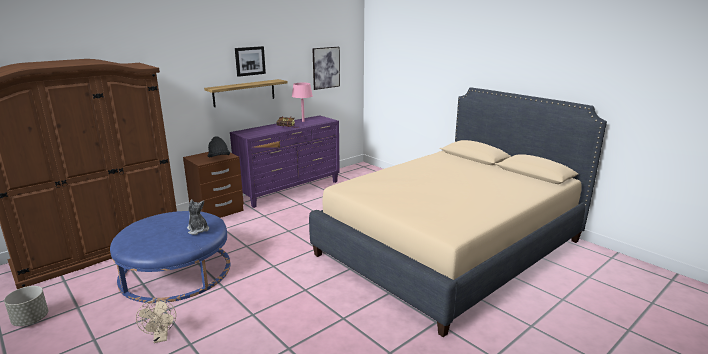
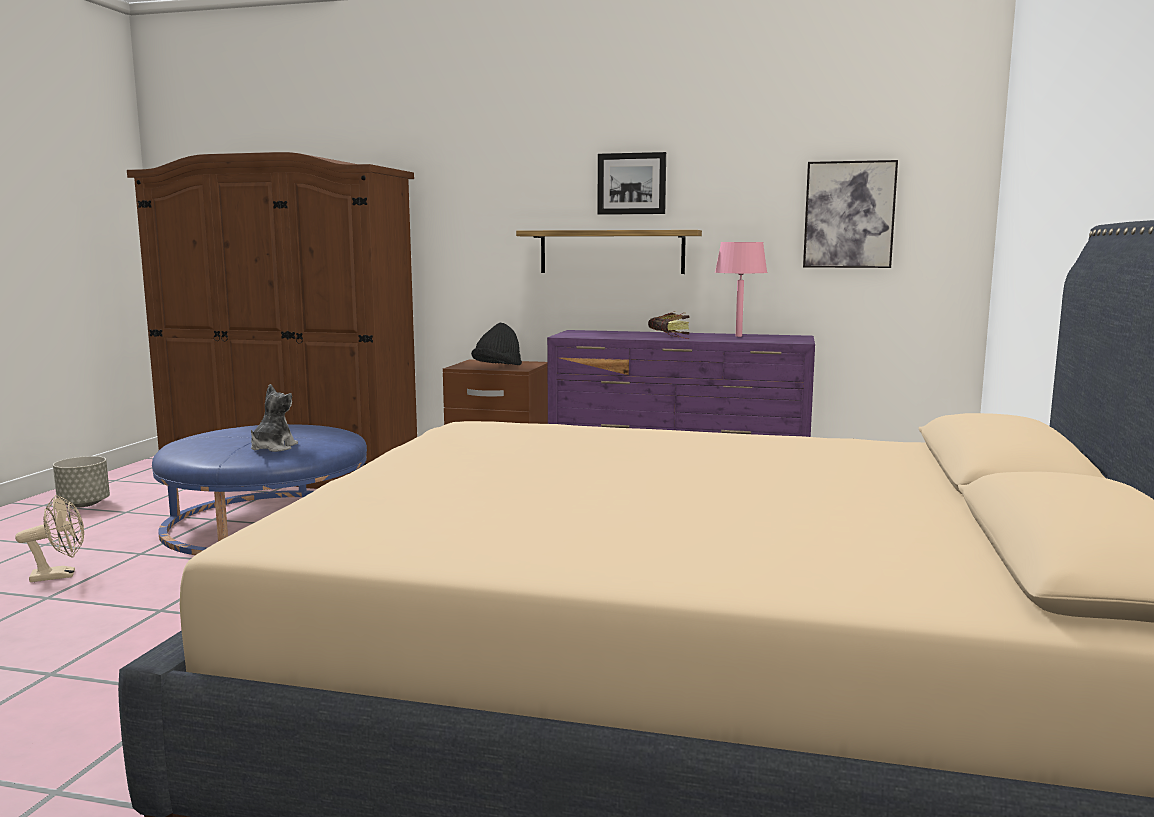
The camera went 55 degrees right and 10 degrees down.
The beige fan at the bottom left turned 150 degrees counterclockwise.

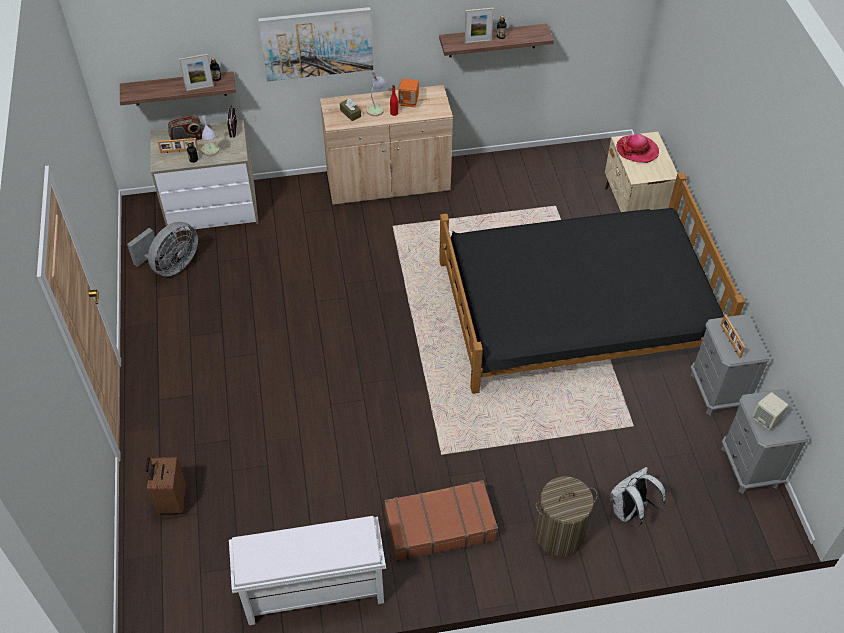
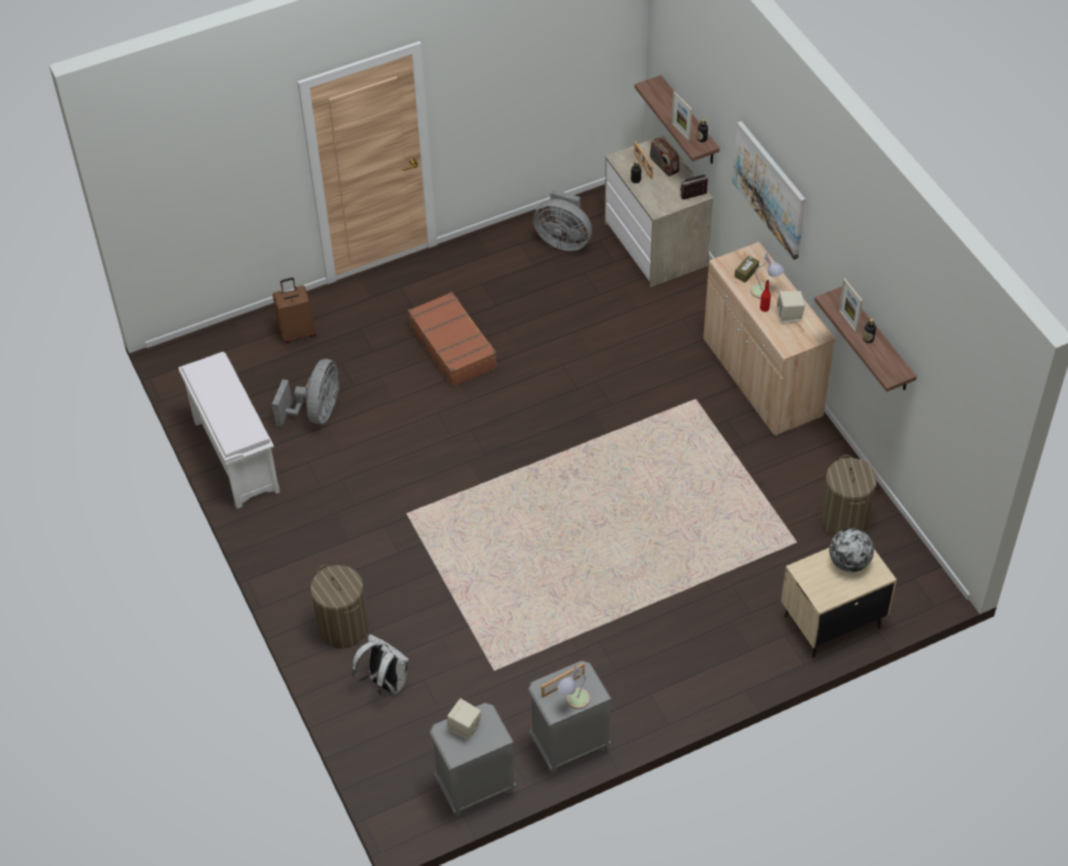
The camera went 75 degrees right and 0 degrees up.
The table lamp (no. 1 from left) moved from the top left to the bottom centre.
The brown suitcase (no. 2 from left) moved from the bottom centre to the centre.
The orange speaker at the top centre became the beige speaker (no. 2 from left) at the middle right.
The black bed at the middle right disappeared.
The hat at the top right was replaced by the globe at the middle right.
The grey fan (no. 1 from left) at the middle left appeared.
The laundry basket (no. 2 from left) at the middle right appeared.

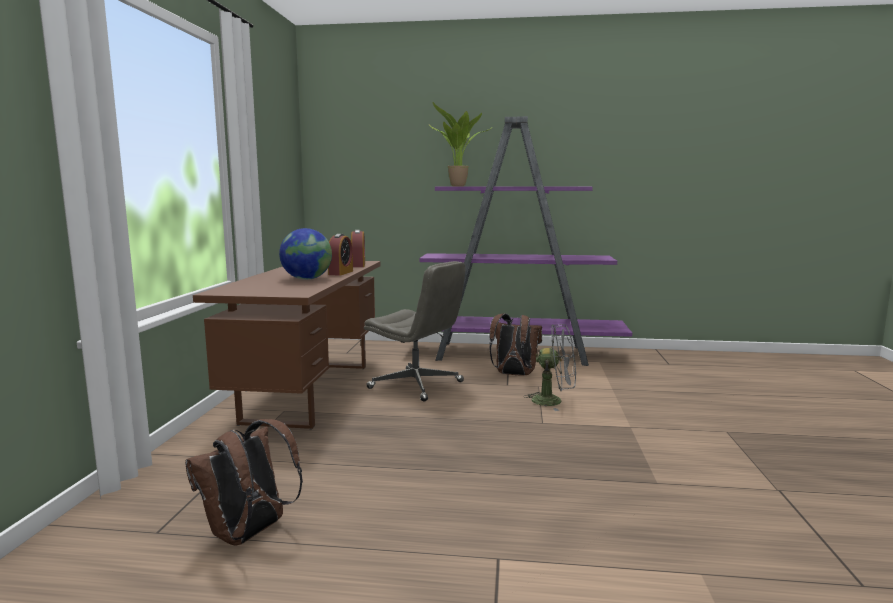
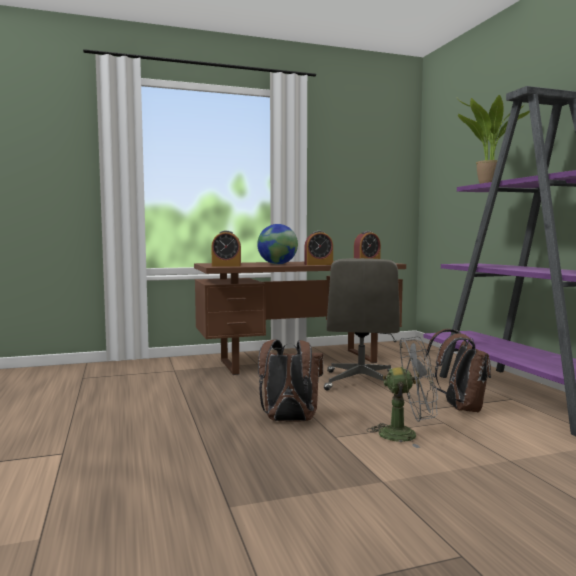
The camera went 65 degrees right and 5 degrees down.
The brown backpack (no. 1 from left) moved from the bottom left to the centre.
The grey fan at the centre turned 75 degrees counterclockwise.
The alarm clock (no. 1 from left) at the centre appeared.

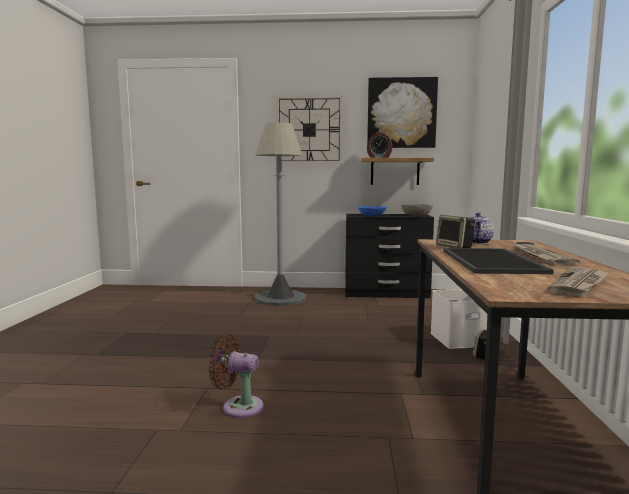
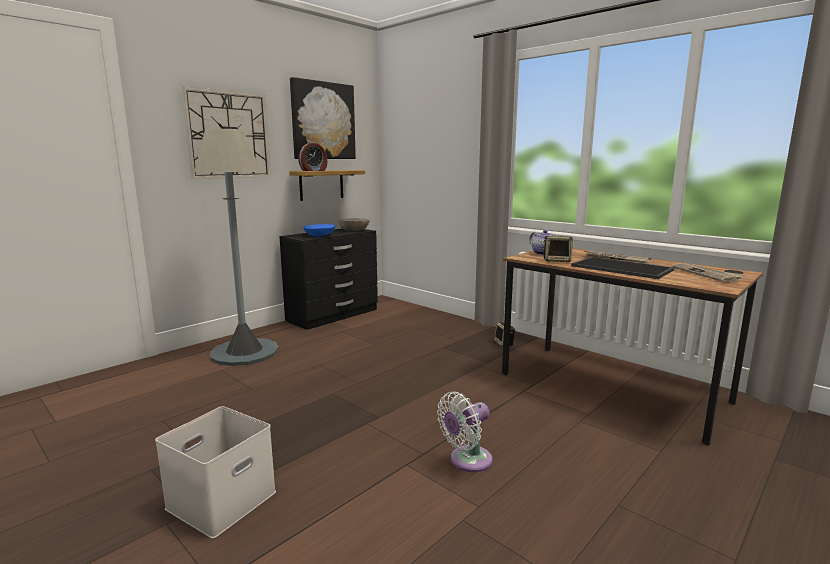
The camera went 50 degrees left and 5 degrees up.
The brown fan at the bottom centre became the white fan at the bottom centre.
The white storage box moved from the middle right to the bottom left.

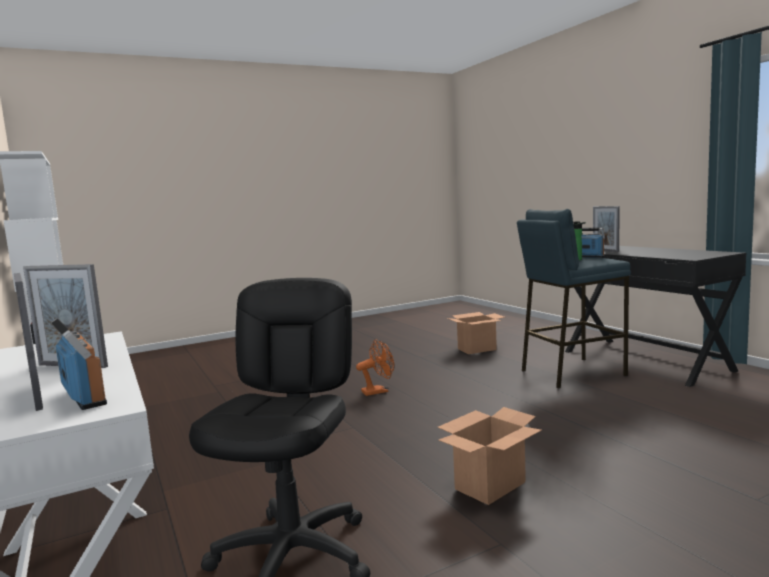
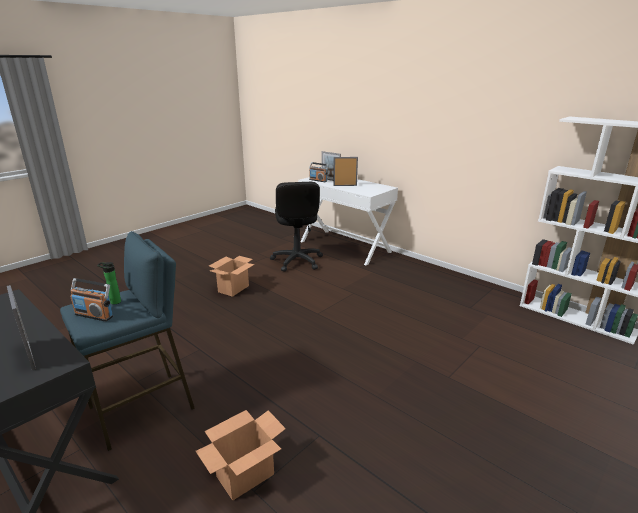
The camera went 160 degrees right and 15 degrees up.
The orange fan at the centre disappeared.

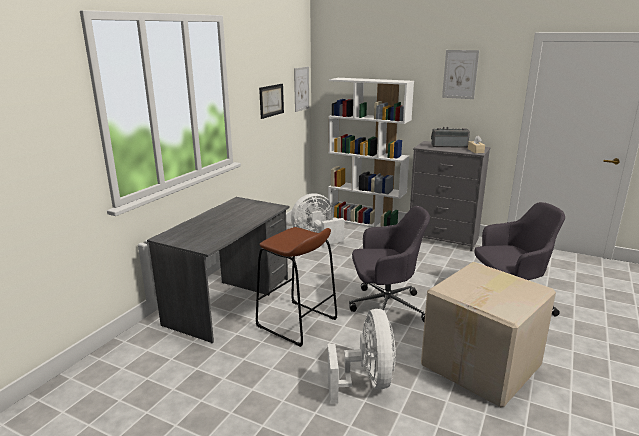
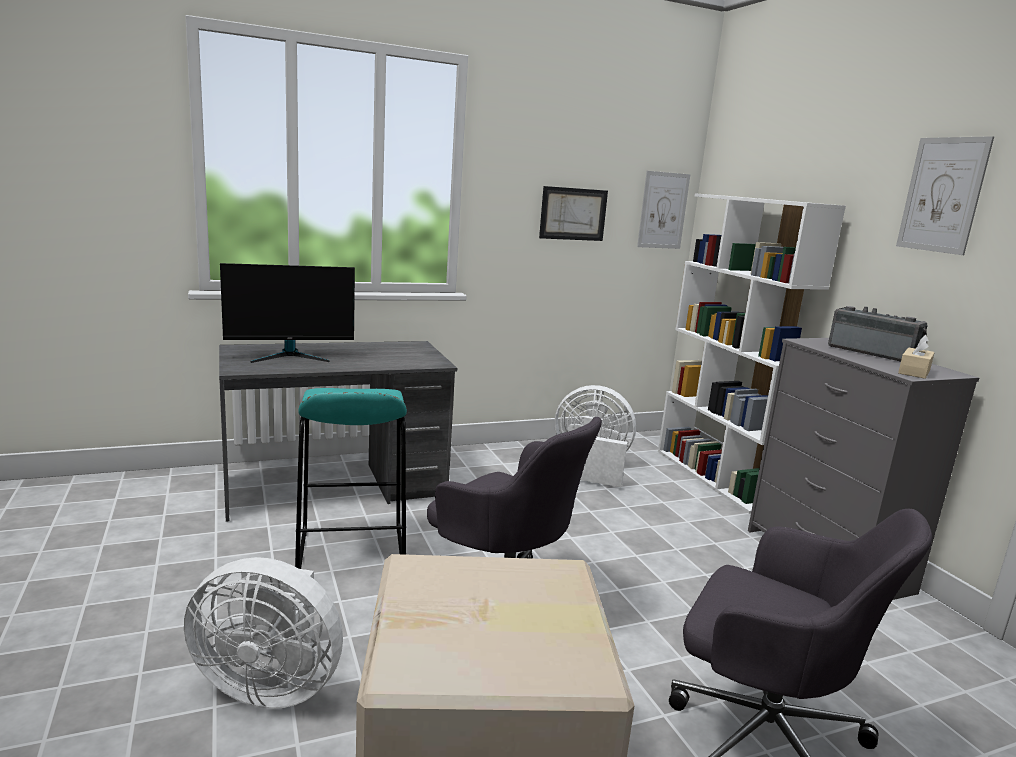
The camera went 40 degrees right and 5 degrees down.
The brown stool at the centre became the turquoise stool at the centre.
The white fan (no. 2 from left in the first image) at the bottom centre turned 60 degrees clockwise.
The monitor at the middle left appeared.

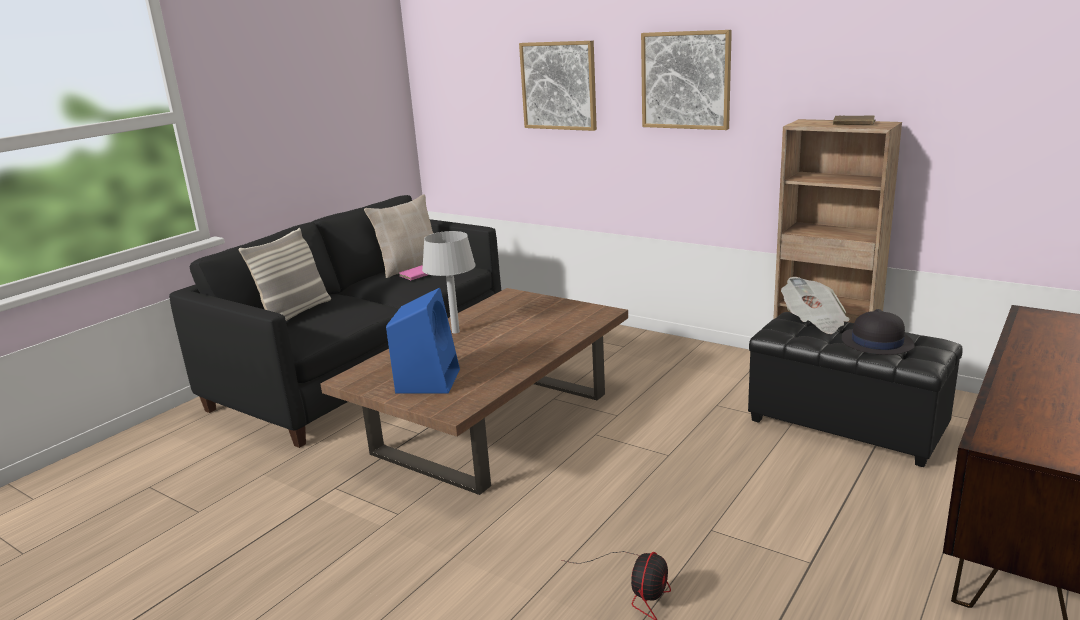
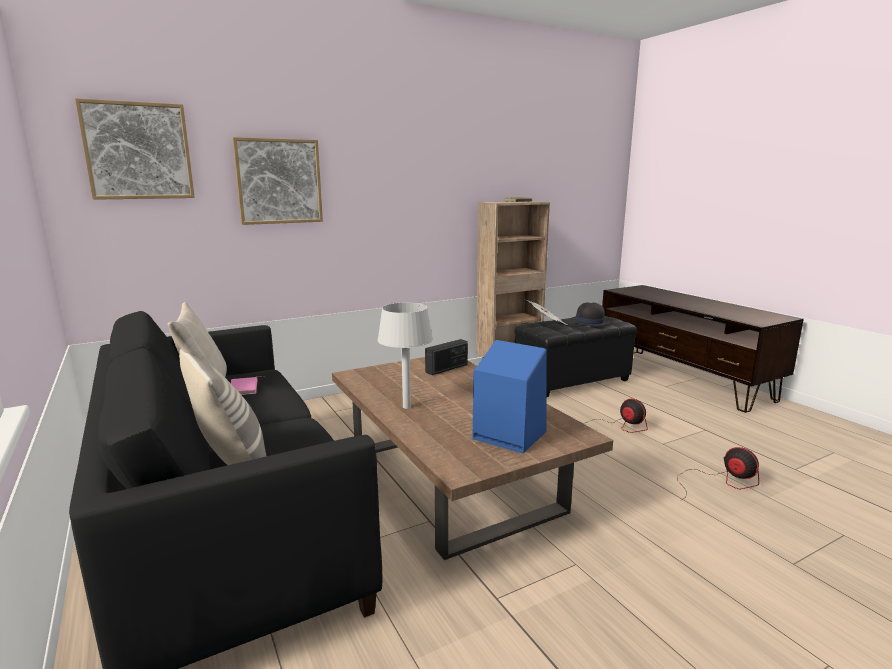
The camera went 65 degrees left and 5 degrees down.
The picture (no. 2 from left in the first image) moved from the top centre to the top left.
The radio at the centre appeared.
The fan (no. 1 from left) at the middle right appeared.

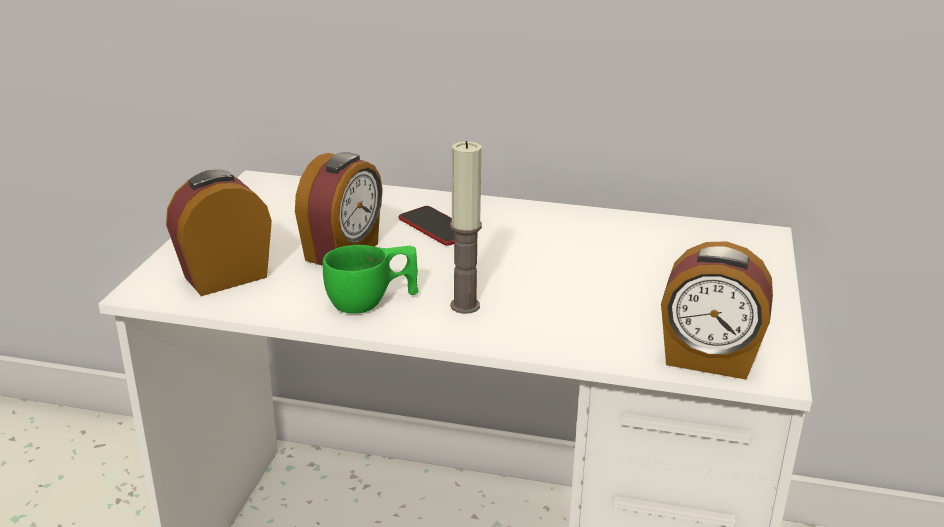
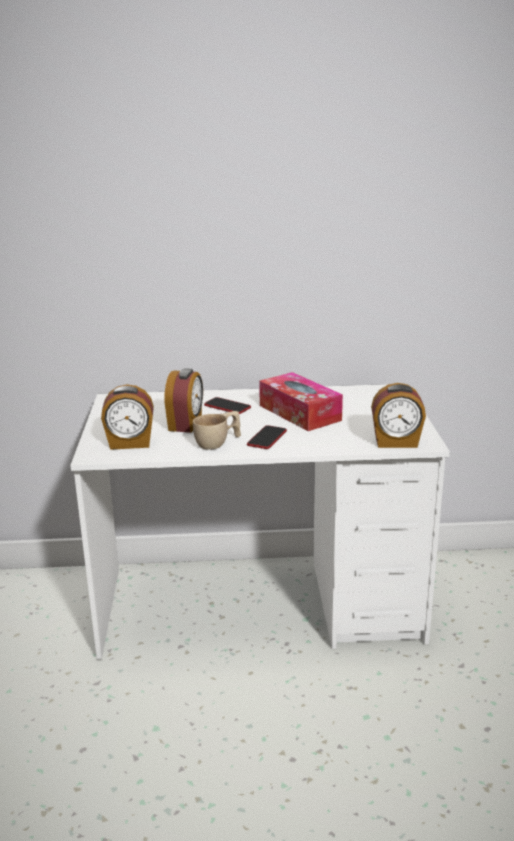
The camera went 15 degrees left and 5 degrees down.
The alarm clock (no. 1 from left) at the middle left turned 135 degrees counterclockwise.
The green cup at the centre became the beige cup at the centre.
The candle at the centre was replaced by the phone (no. 2 from left) at the centre.
The tissue box at the centre appeared.

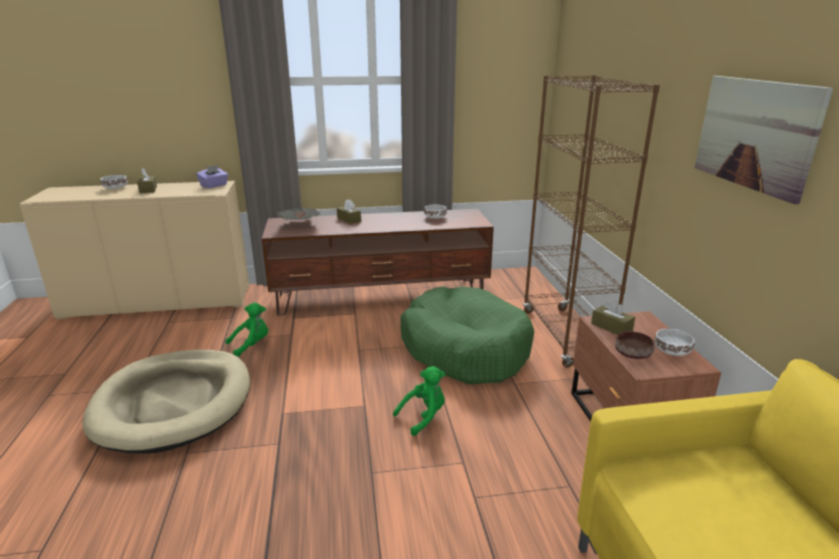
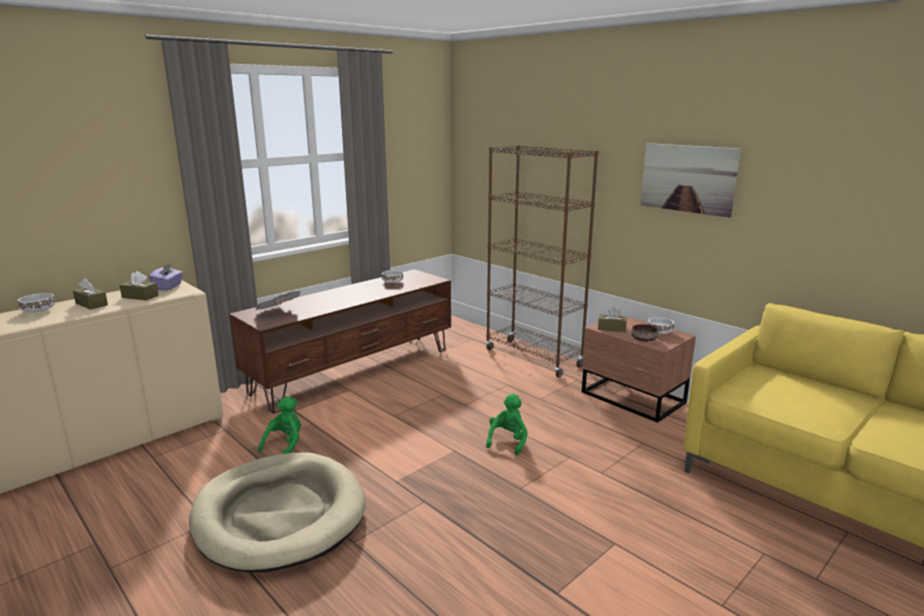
The camera went 35 degrees left and 5 degrees down.
The brown tissue box (no. 2 from left) moved from the centre to the middle left.
The green dog bed at the centre disappeared.

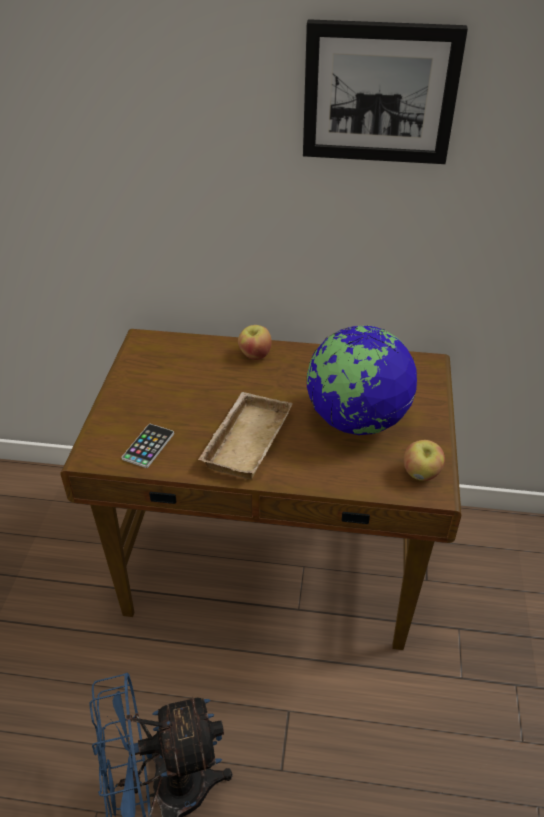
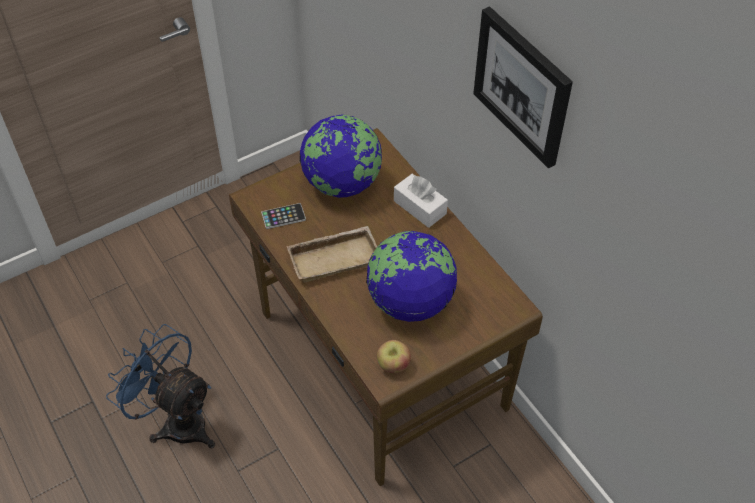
The camera went 50 degrees right and 10 degrees up.
The apple (no. 1 from left) at the centre was replaced by the white tissue box at the centre.
The globe (no. 1 from left) at the top centre appeared.

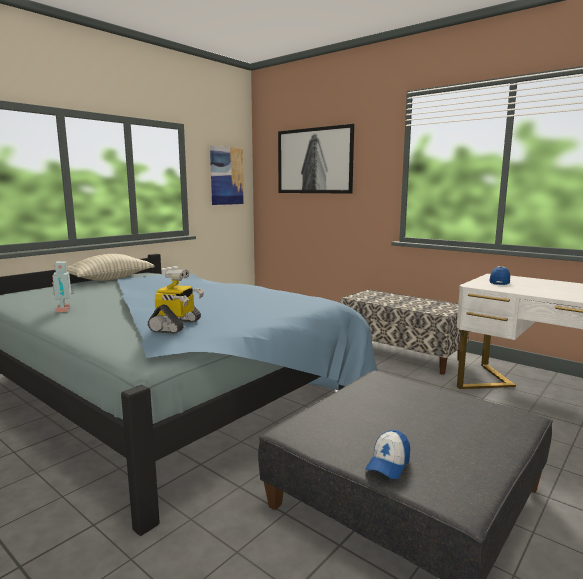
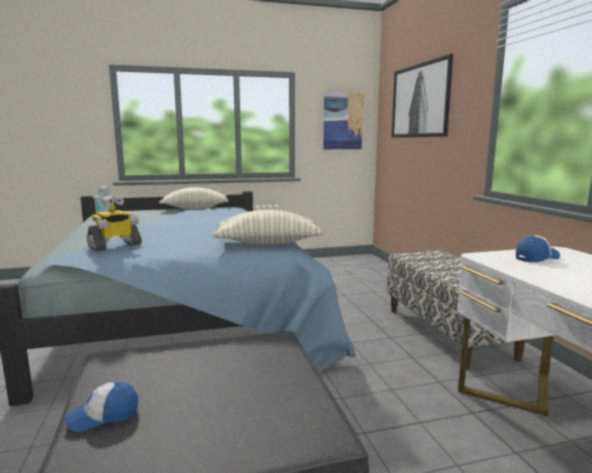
The camera went 35 degrees right and 0 degrees up.
The pillow (no. 2 from left) at the centre appeared.

